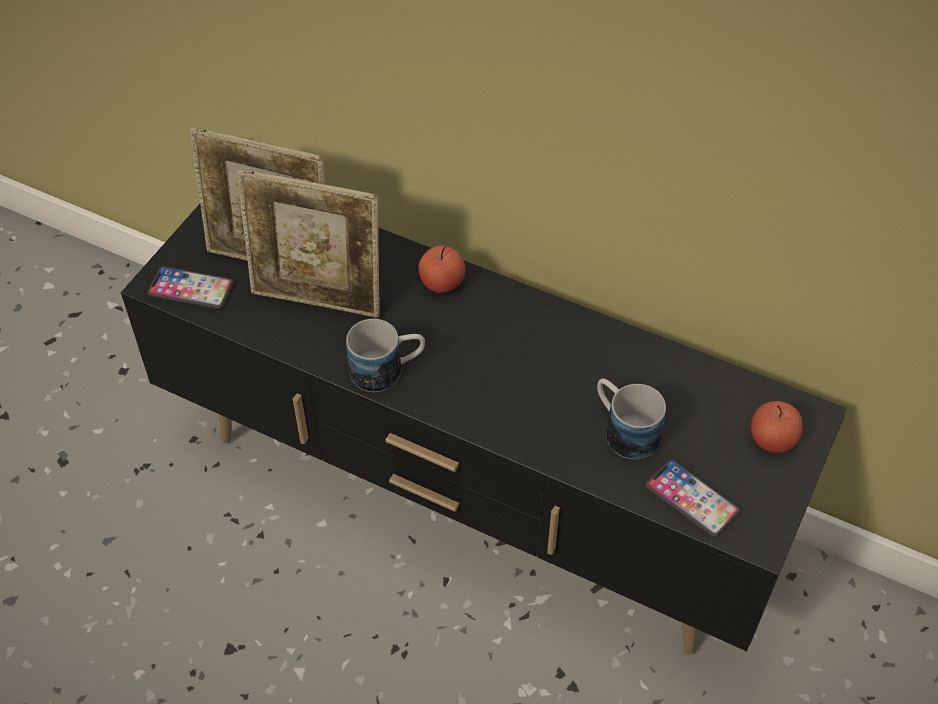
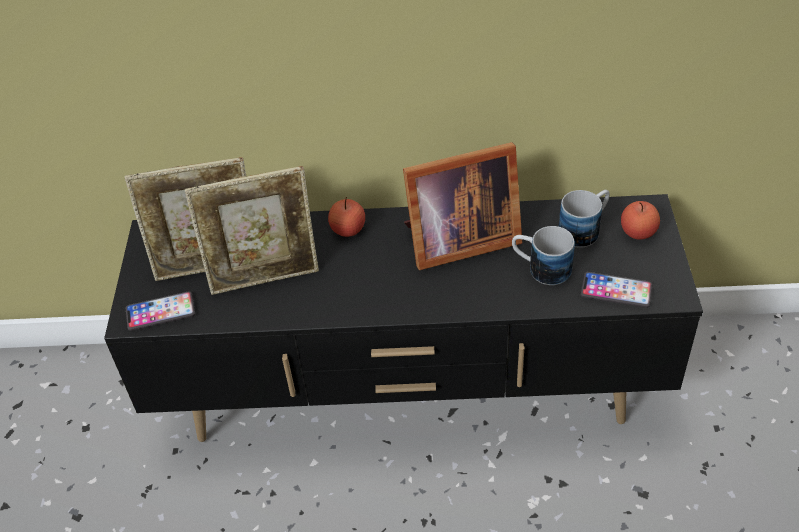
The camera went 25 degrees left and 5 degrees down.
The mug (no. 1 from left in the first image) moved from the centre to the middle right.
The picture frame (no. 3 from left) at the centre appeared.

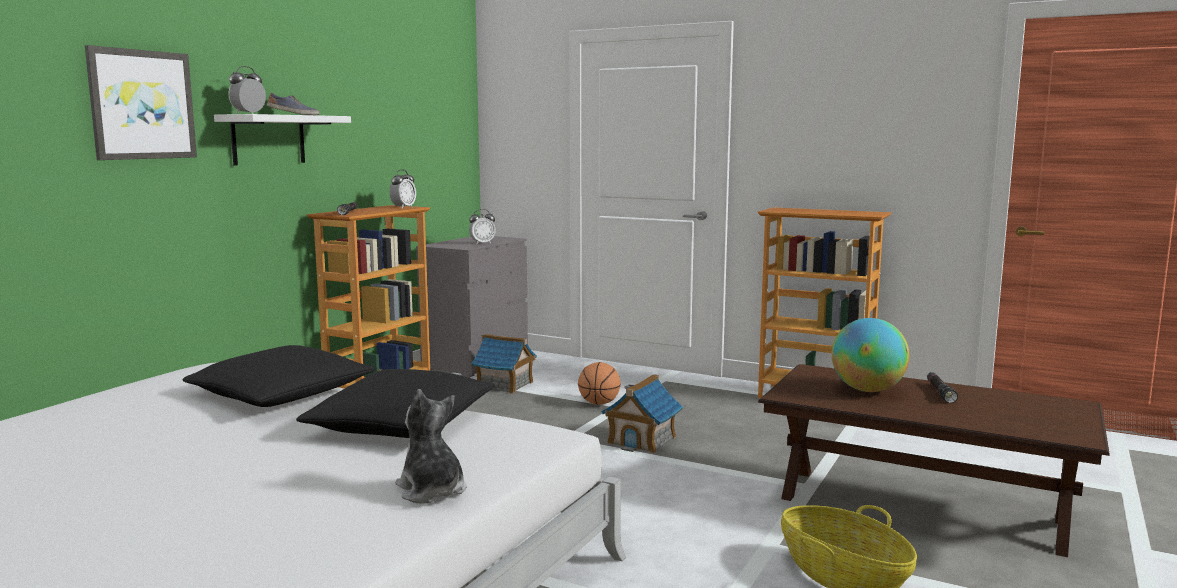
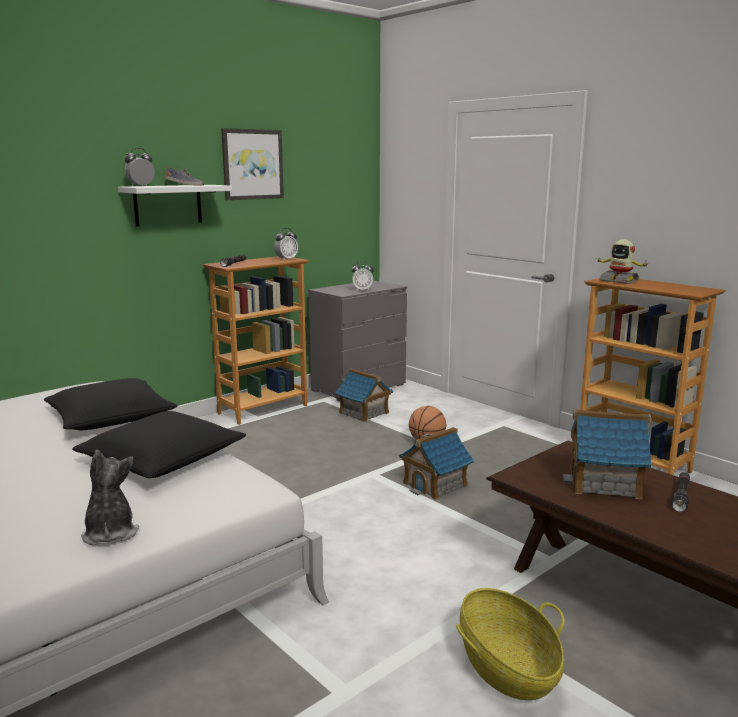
The camera went 20 degrees right and 5 degrees up.
The picture moved from the top left to the top centre.
The globe at the middle right was replaced by the toy house (no. 3 from left) at the middle right.
The toy robot at the middle right appeared.

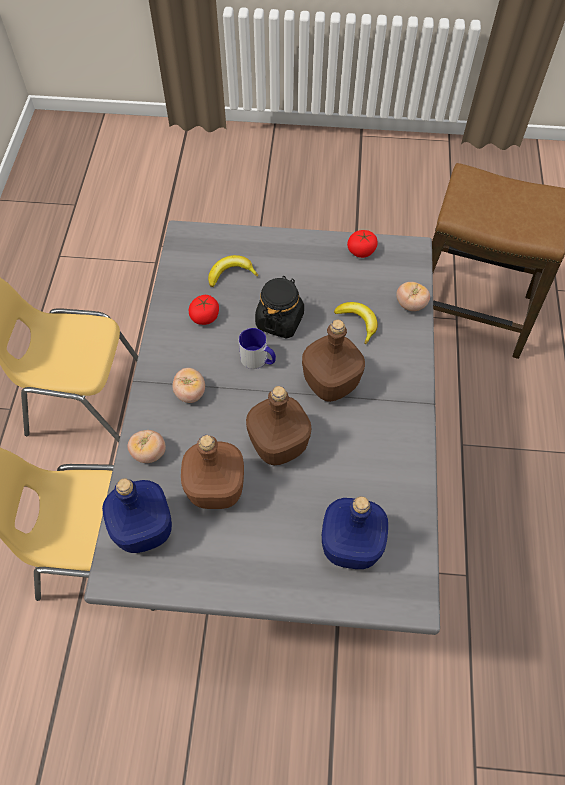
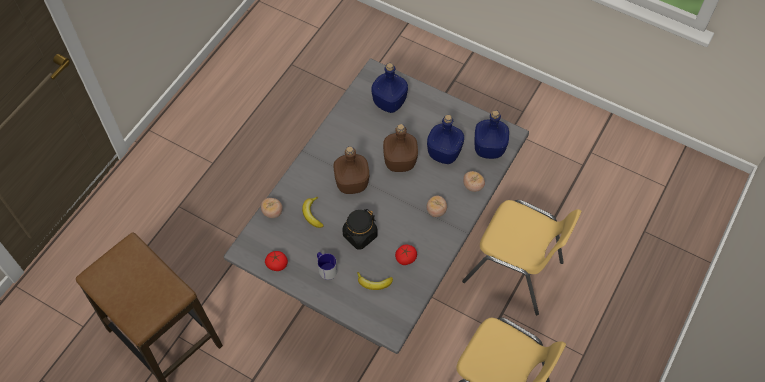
The camera went 155 degrees left and 0 degrees up.
The brown bottle (no. 1 from left) at the centre became the blue bottle (no. 2 from left) at the centre.
The mug moved from the centre to the bottom centre.

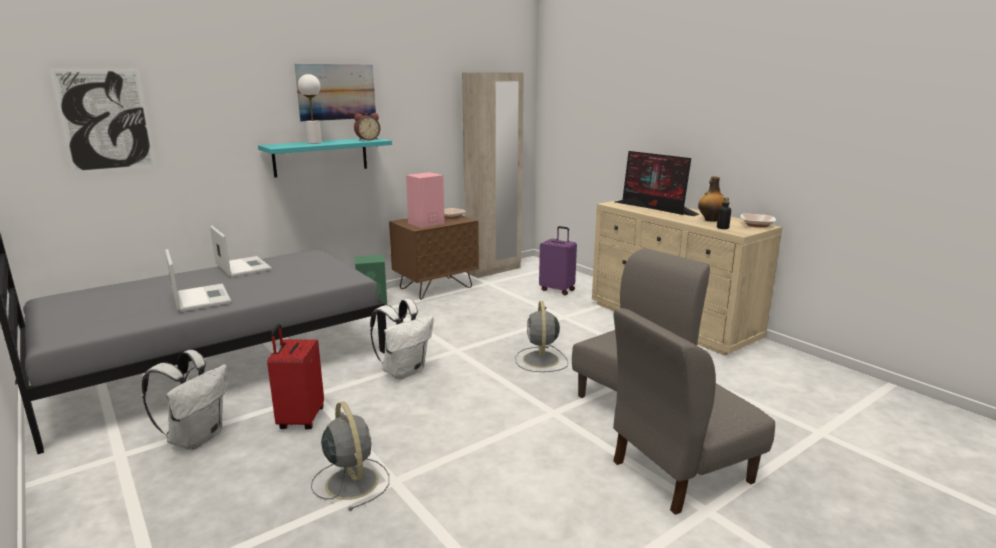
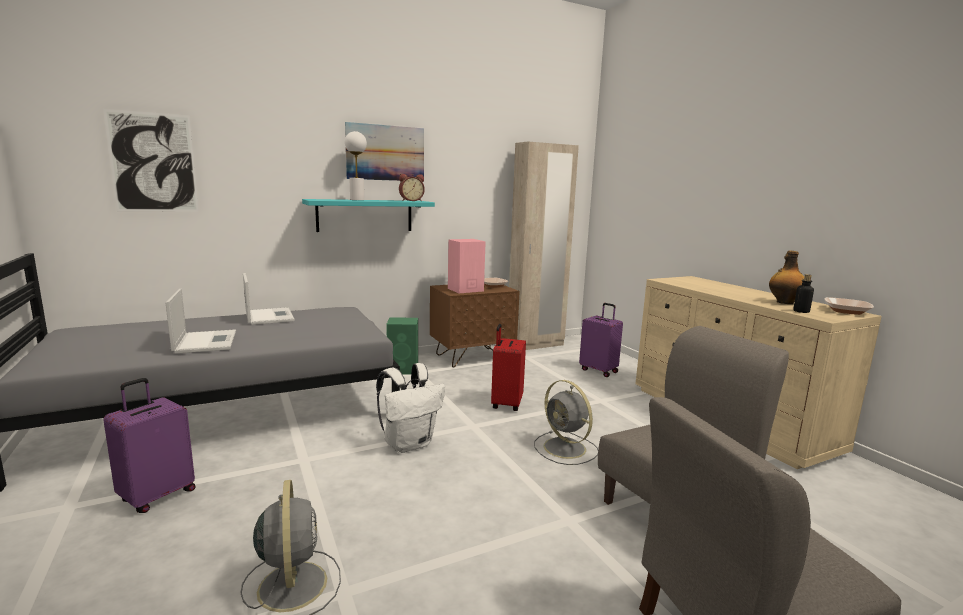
The camera went 10 degrees right and 5 degrees down.
The white backpack (no. 1 from left) at the bottom left was replaced by the purple suitcase (no. 1 from left) at the bottom left.
The red suitcase moved from the bottom left to the centre.
The grey fan (no. 2 from left) at the centre turned 45 degrees counterclockwise.
The monitor at the centre disappeared.

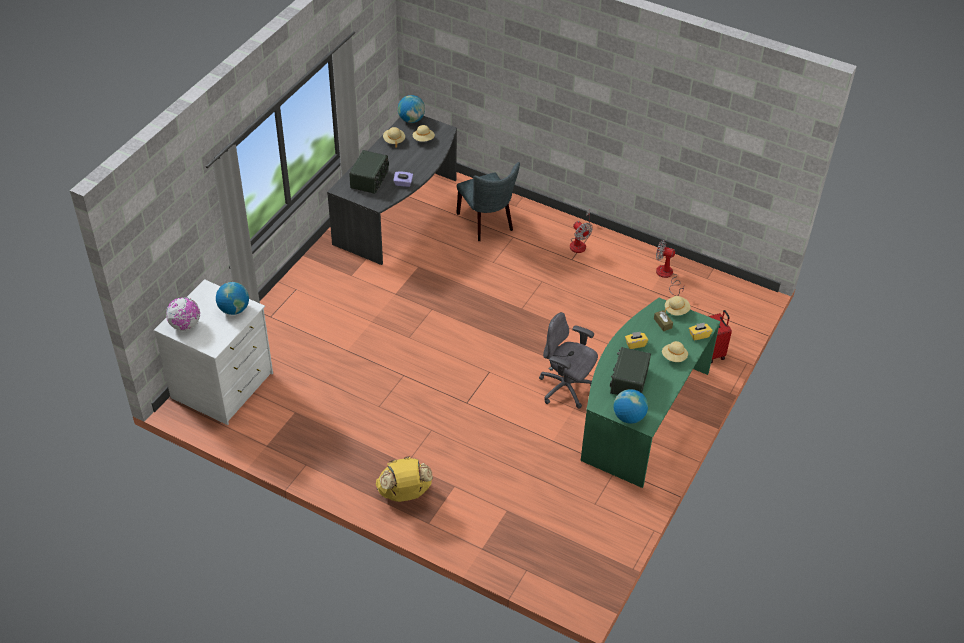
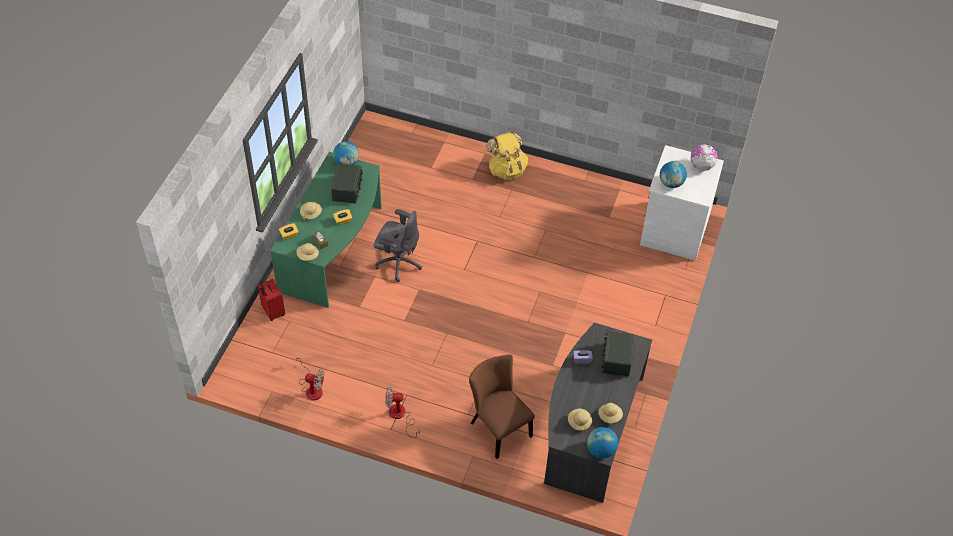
The camera went 170 degrees right and 5 degrees up.
The grey chair at the top centre became the brown chair at the bottom centre.
The fan (no. 1 from left in the first image) at the centre turned 45 degrees counterclockwise.

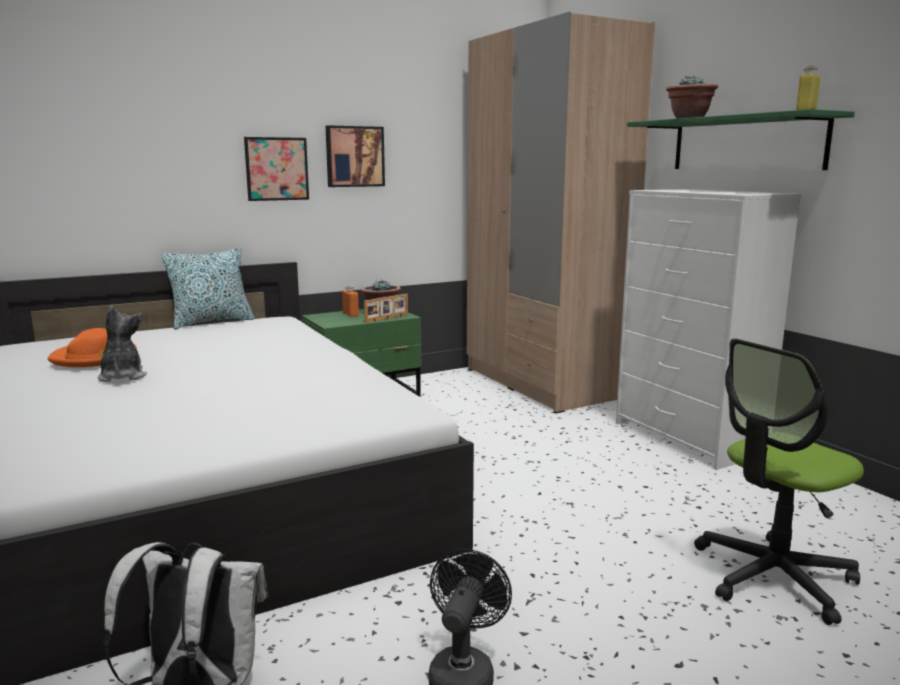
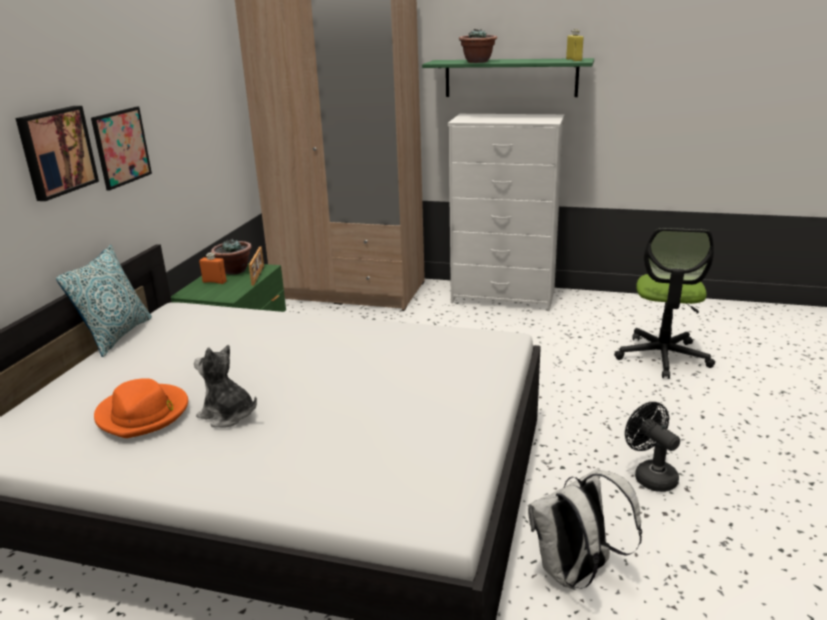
The camera went 45 degrees left and 10 degrees up.
The picture (no. 2 from left in the first image) moved from the top centre to the top left.

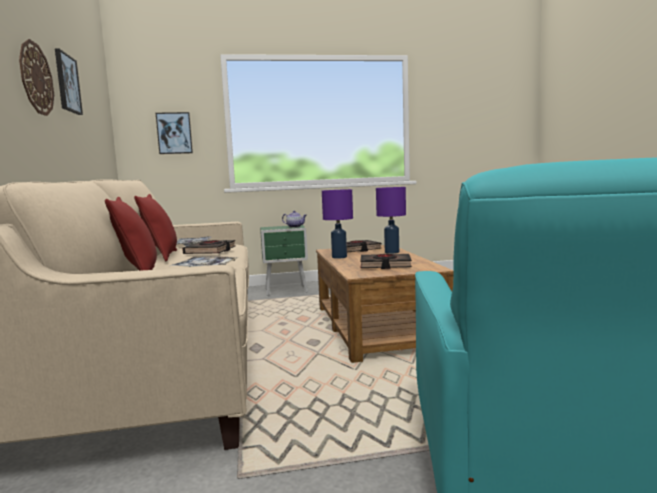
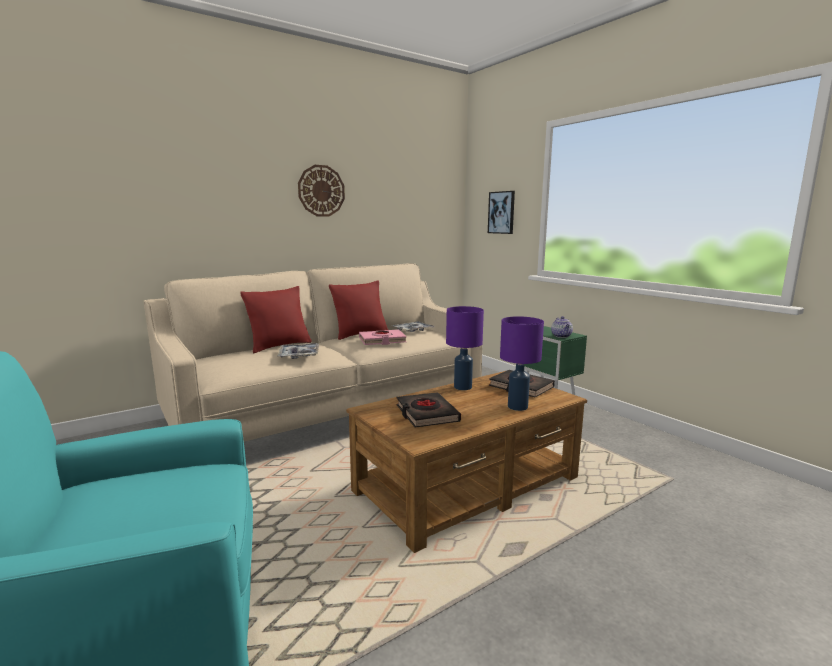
The camera went 65 degrees right and 5 degrees up.
The picture (no. 1 from left) at the top left disappeared.
The black book (no. 1 from left) at the middle left became the pink book at the centre.

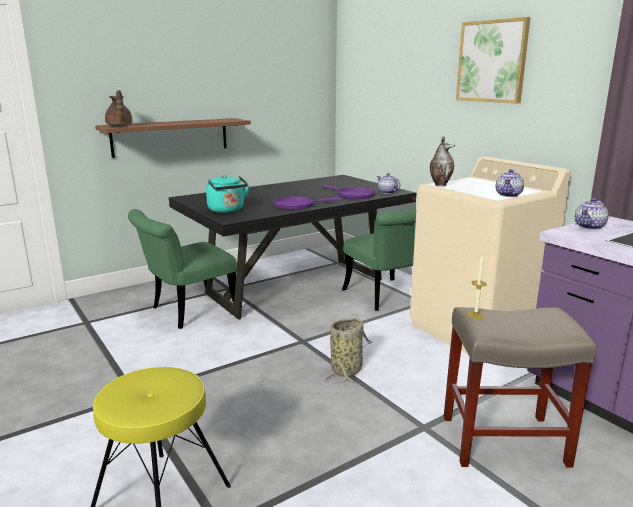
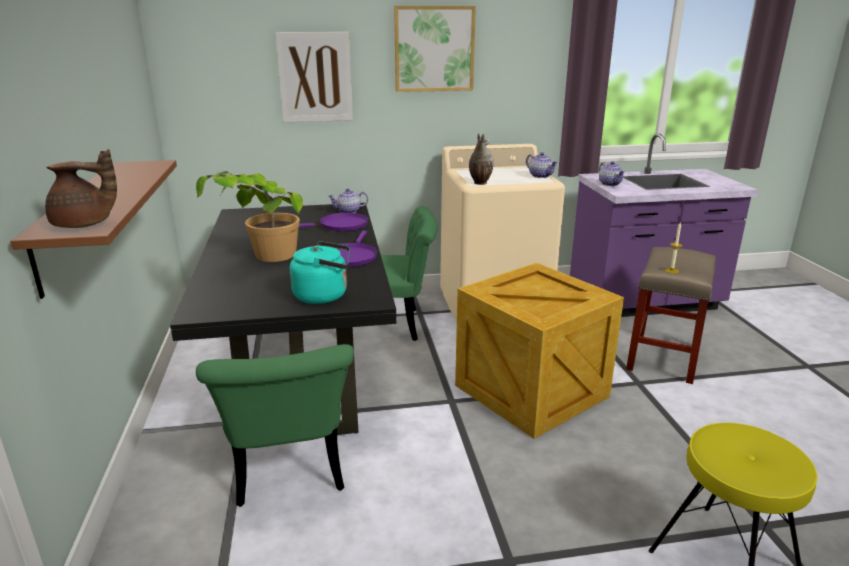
The camera went 65 degrees left and 5 degrees up.
The basket at the bottom centre was replaced by the crate at the centre.
The potted plant at the middle left appeared.
The picture (no. 1 from left) at the top centre appeared.

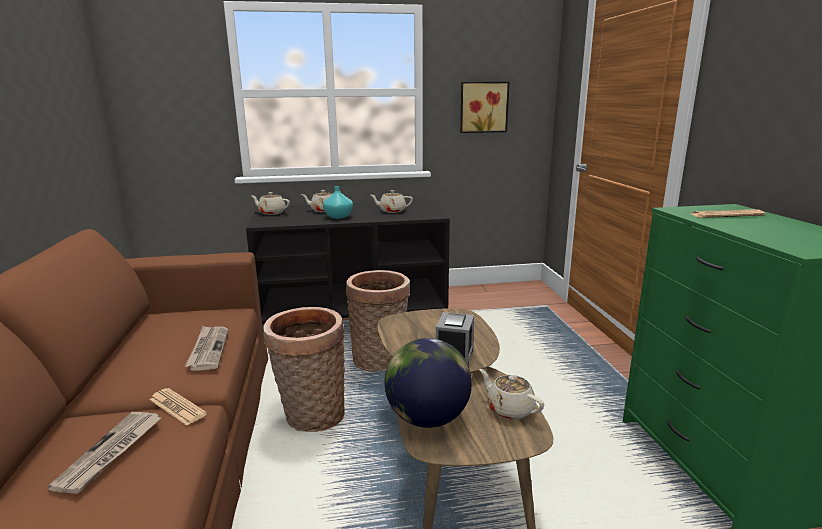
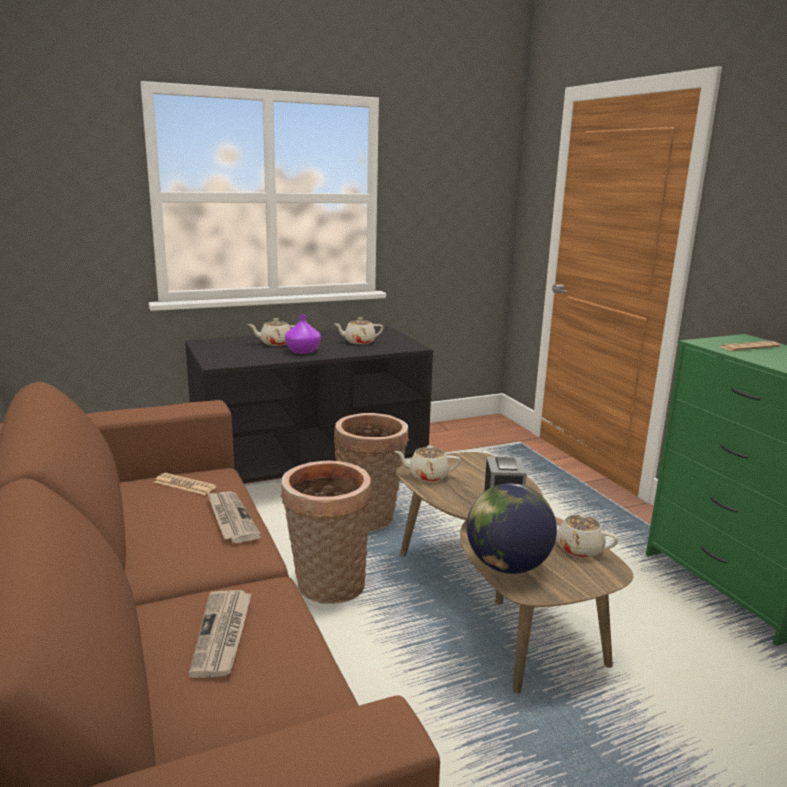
The camera went 15 degrees left and 0 degrees up.
The newspaper (no. 2 from left in the first image) moved from the bottom left to the middle left.
The beige teapot (no. 1 from left in the first image) moved from the middle left to the centre.
The turquoise vase at the centre became the purple vase at the centre.
The picture at the top centre disappeared.

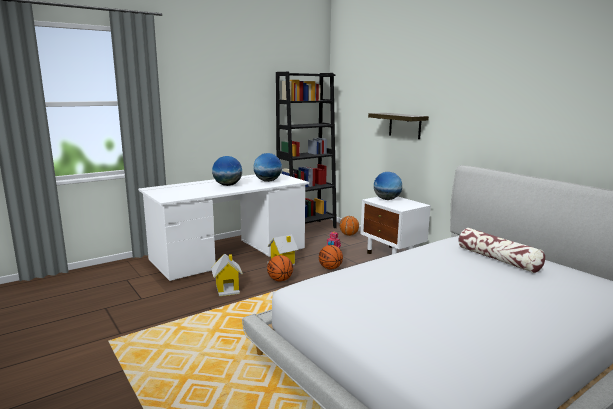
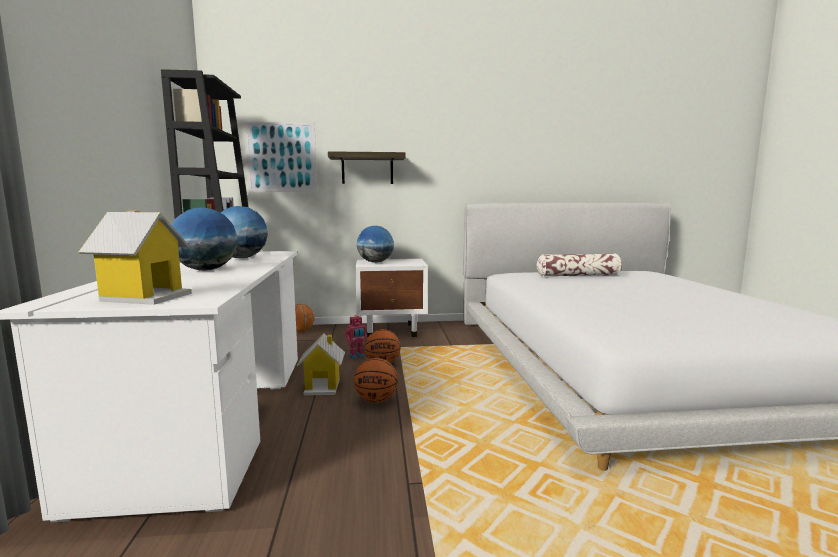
The camera went 60 degrees left and 5 degrees down.
The toy house (no. 1 from left) moved from the bottom centre to the middle left.
The picture at the top centre appeared.

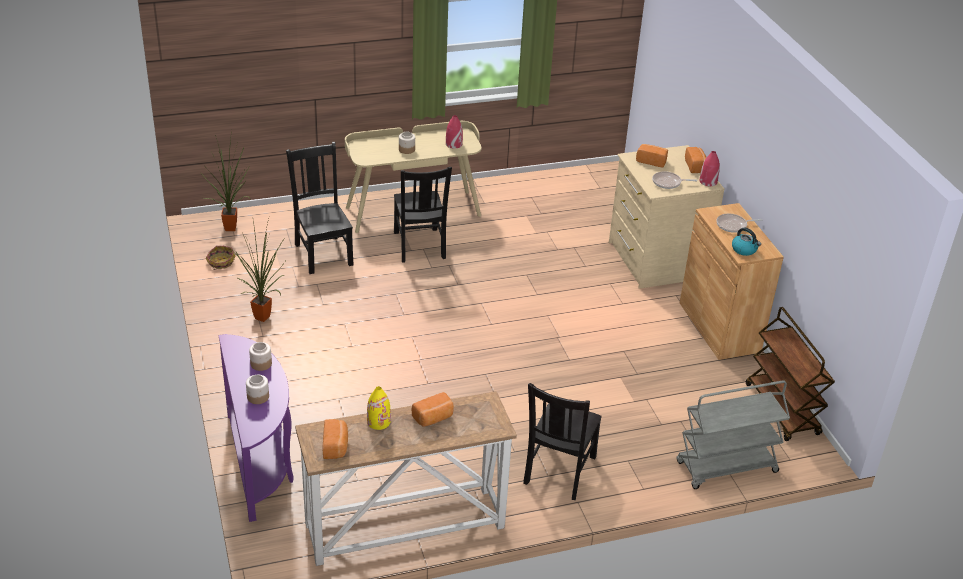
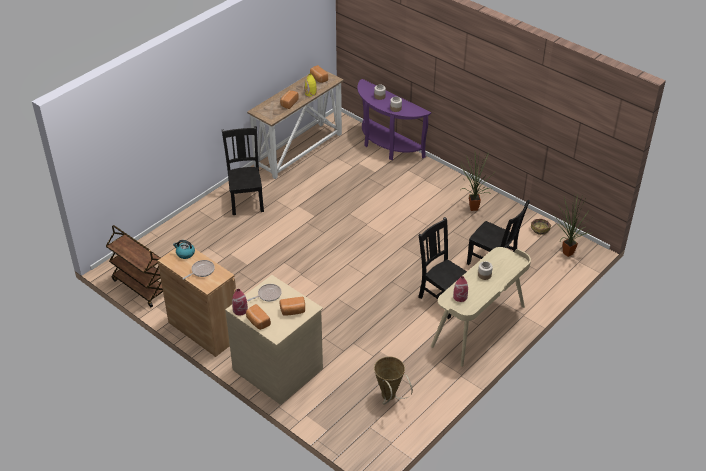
The camera went 150 degrees right and 5 degrees up.
The grey cart at the bottom right disappeared.
The basket (no. 1 from left) at the bottom centre appeared.

